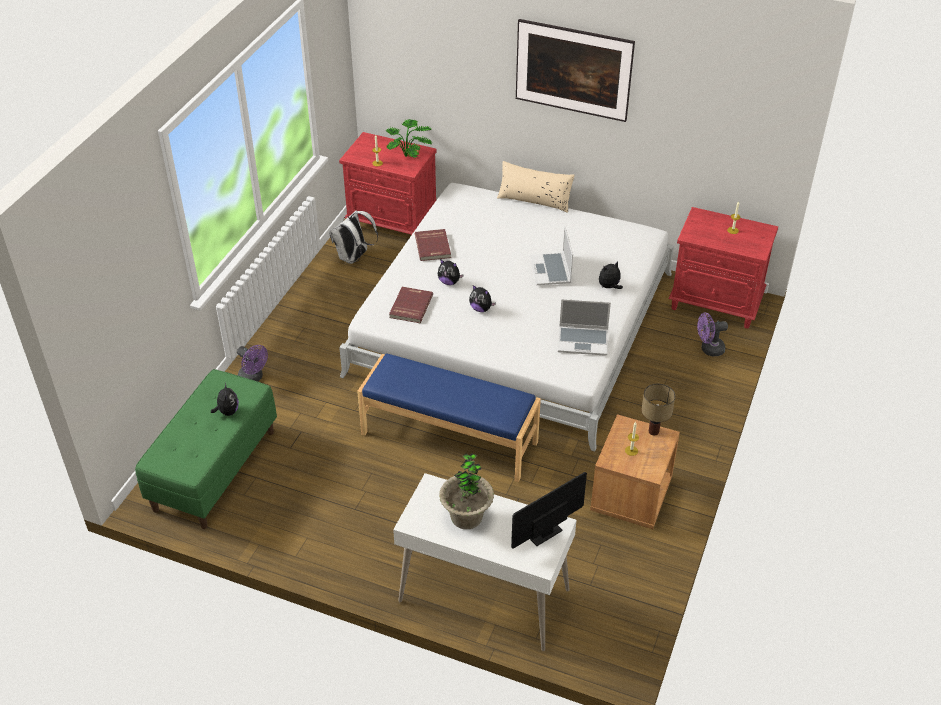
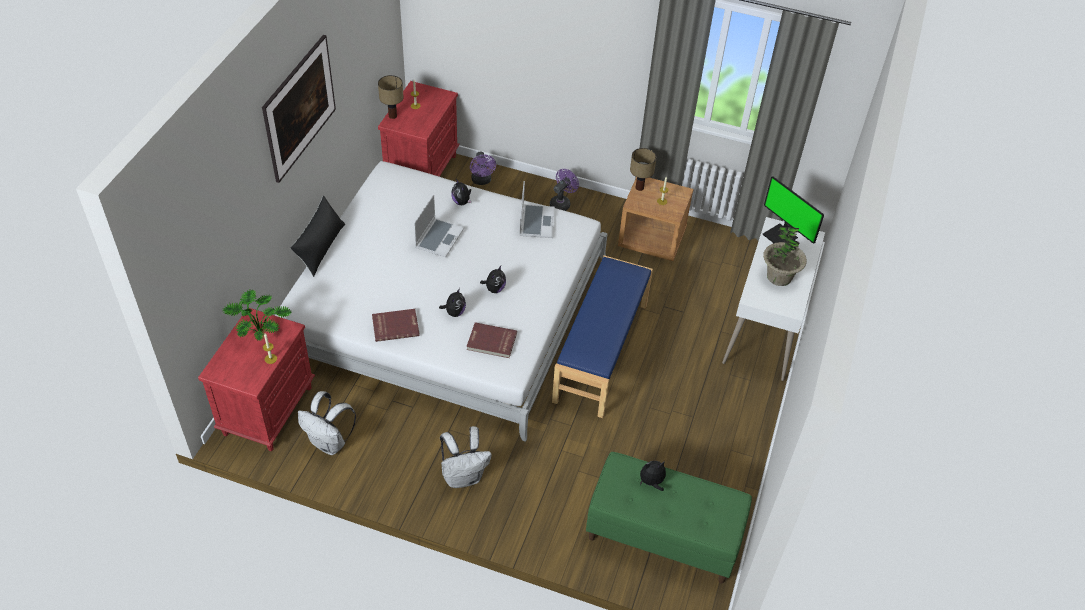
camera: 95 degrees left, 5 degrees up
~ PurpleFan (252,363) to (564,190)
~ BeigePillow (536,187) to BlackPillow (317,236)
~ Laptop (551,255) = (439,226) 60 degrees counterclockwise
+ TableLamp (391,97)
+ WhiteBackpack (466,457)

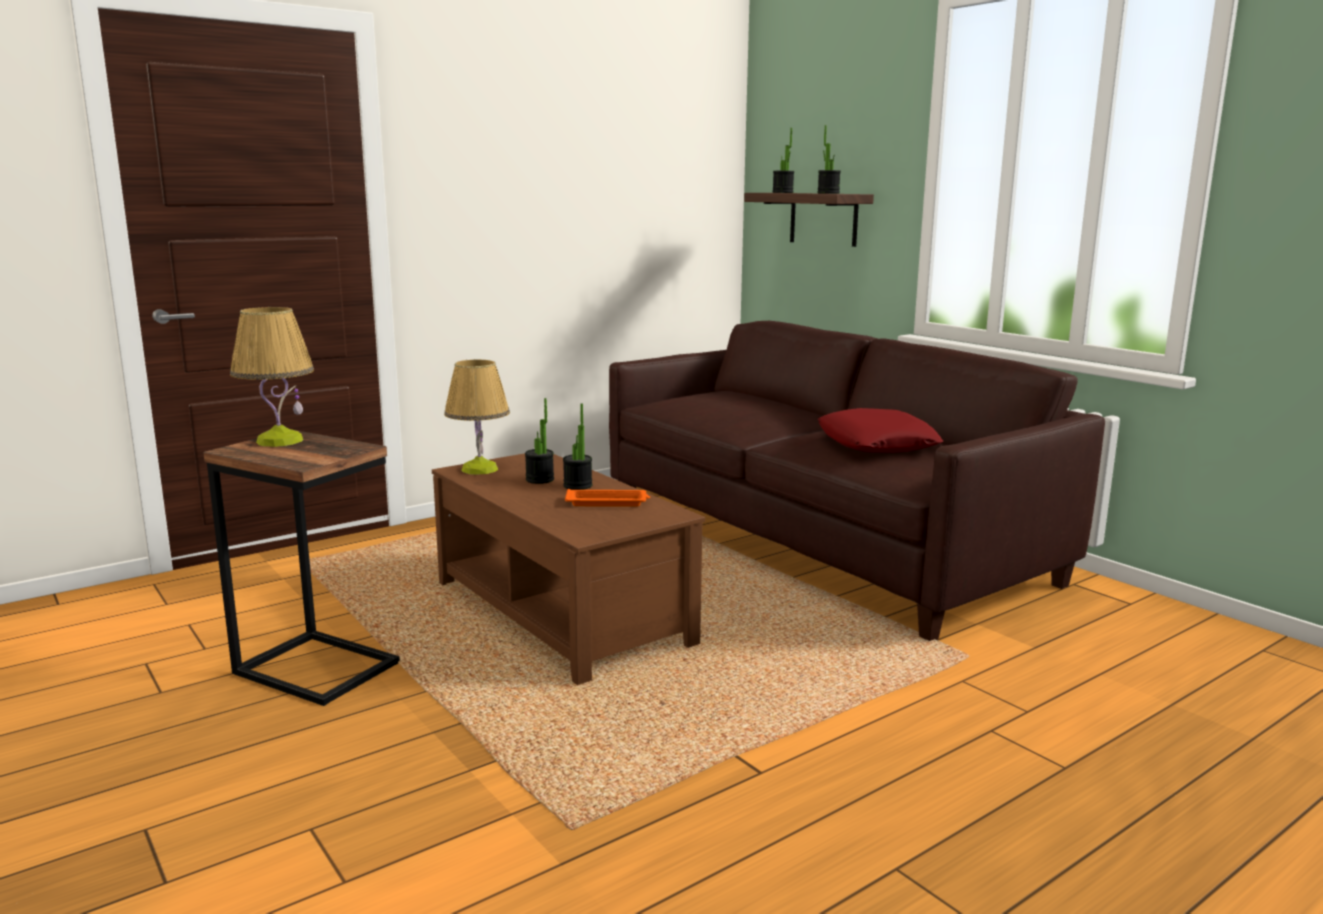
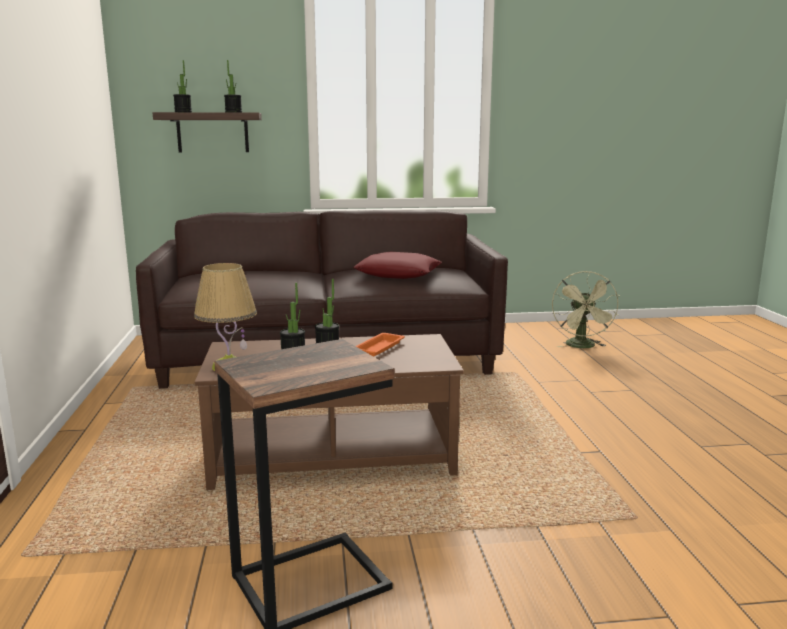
camera: 60 degrees left, 0 degrees up
- TableLamp (272,377)
+ GreenFan (586,309)

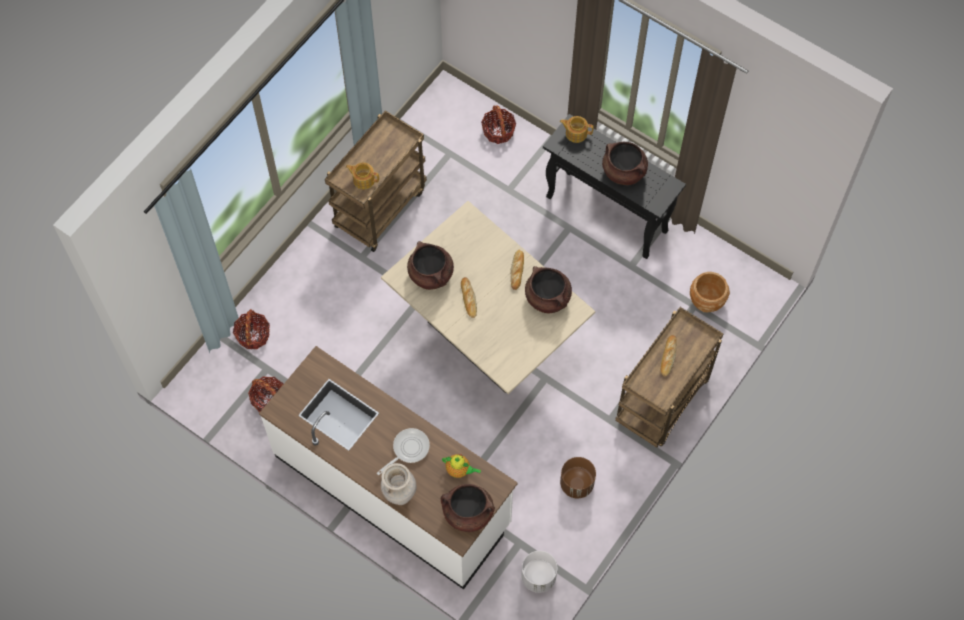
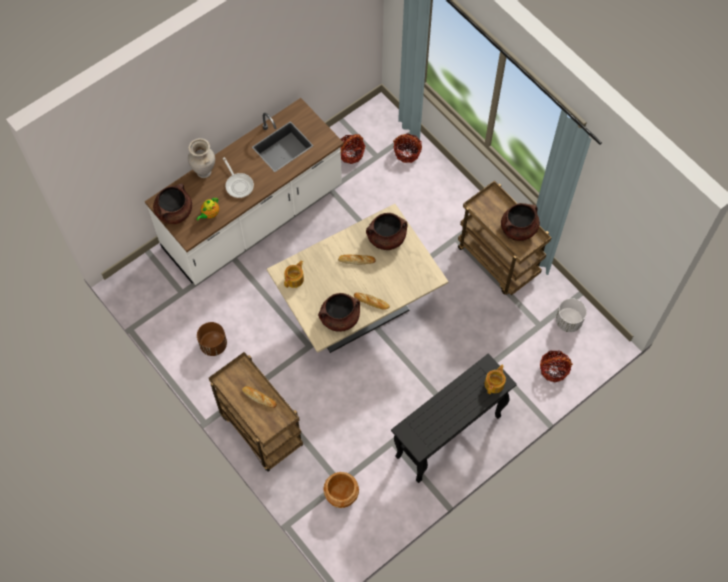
camera: 105 degrees right, 0 degrees up
~ Teapot (362,176) to (294,274)
~ WhitePlanter (539,572) to (571,315)
~ BrownCookingPot (625,163) to (520,222)

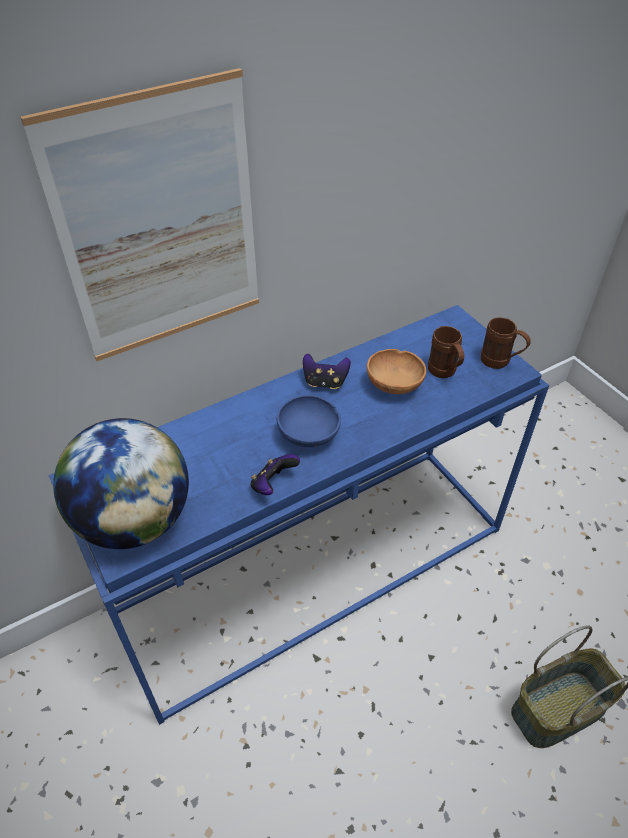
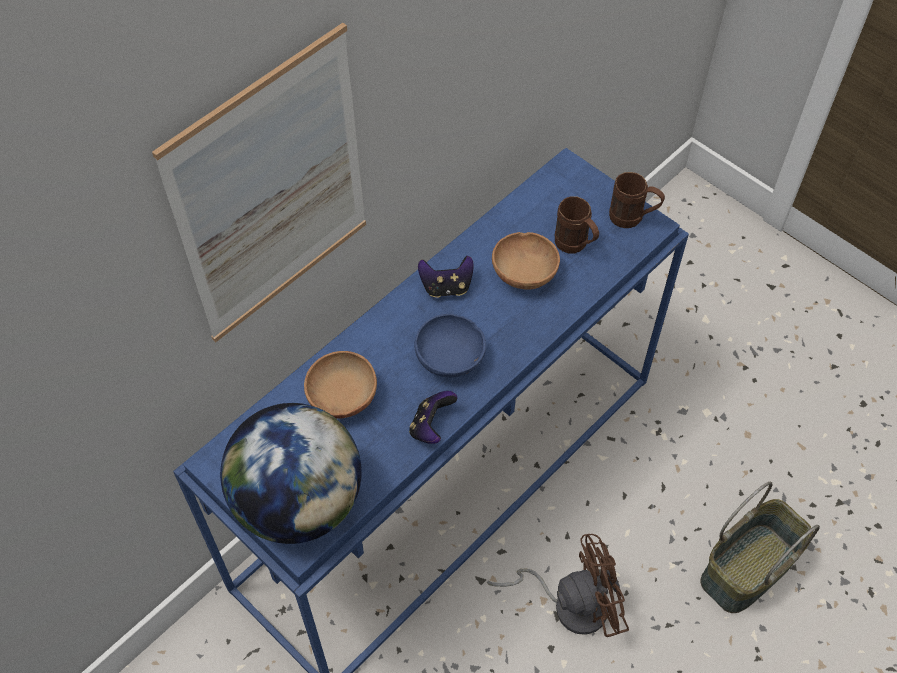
camera: 15 degrees left, 10 degrees up
+ BrownBowl (340,385)
+ BrownFan (558,585)

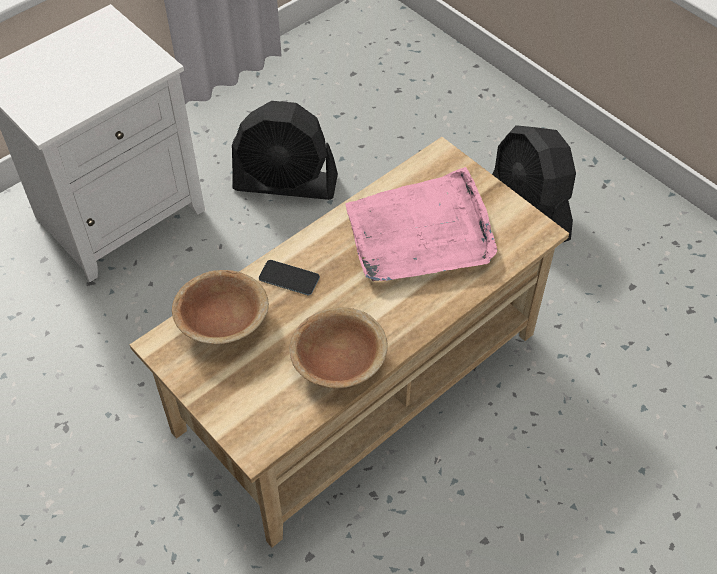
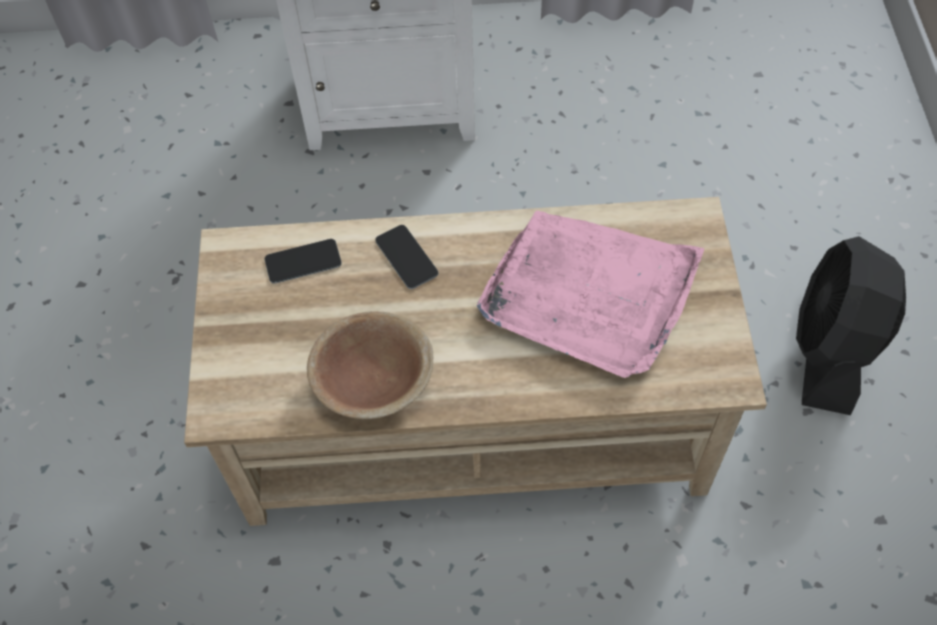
camera: 40 degrees right, 5 degrees up
~ BrownBowl (220,307) to Phone (303,261)
- BlackFan (285,150)

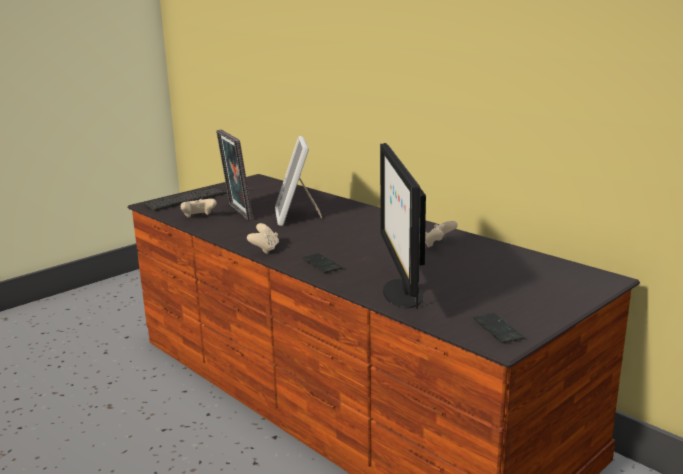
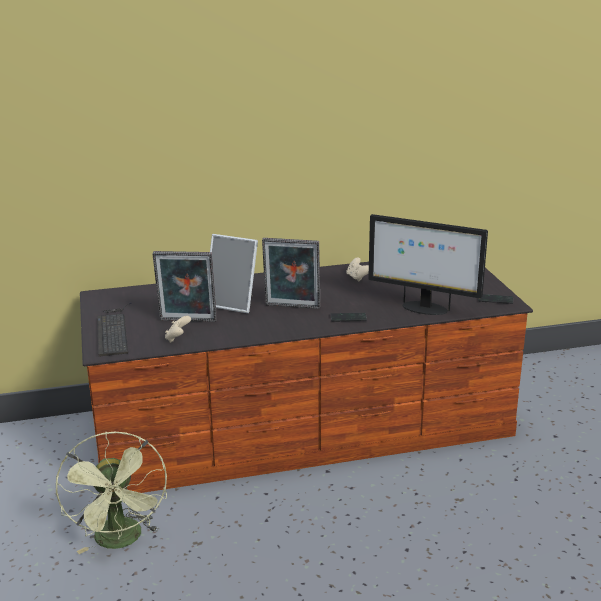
camera: 60 degrees left, 5 degrees up
- BeigeGameController (263,238)
+ GreenFan (111,493)
+ PictureFrame (291,273)

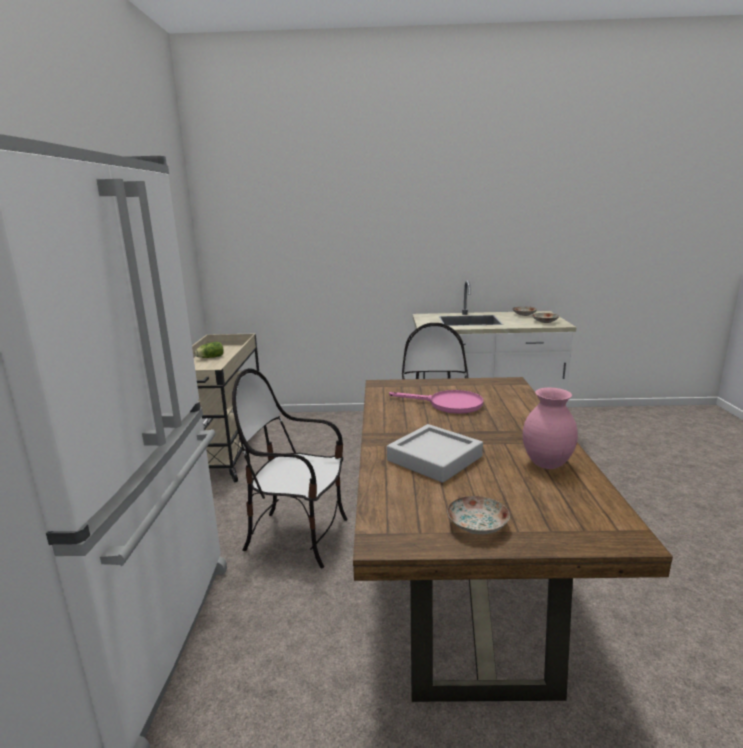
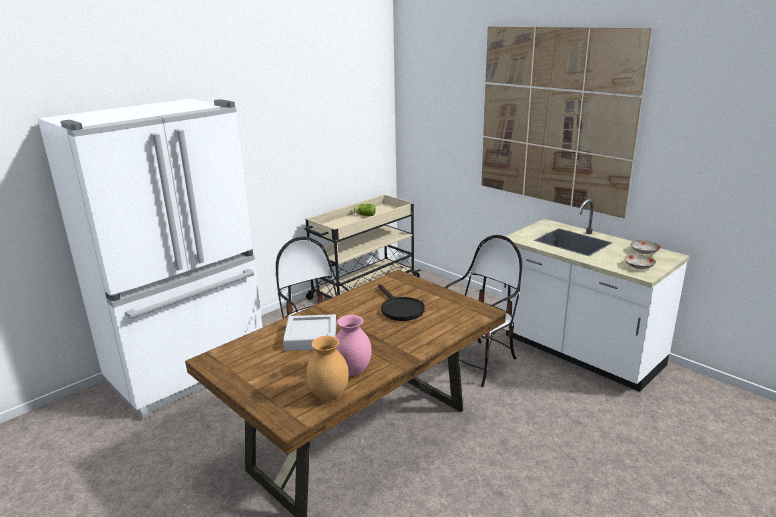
camera: 45 degrees right, 5 degrees up
~ PinkFryingPan (436,402) to BlackFryingPan (401,302)
- Plate (478,515)
+ BrownVase (327,368)
+ Picture (566,122)

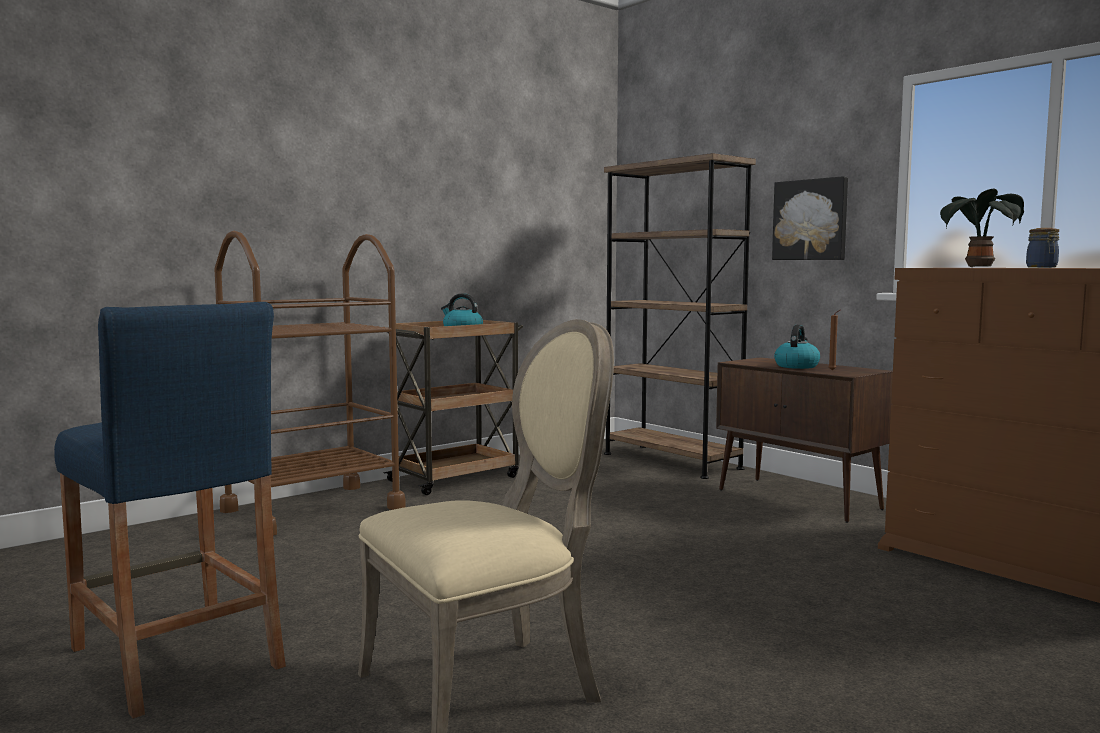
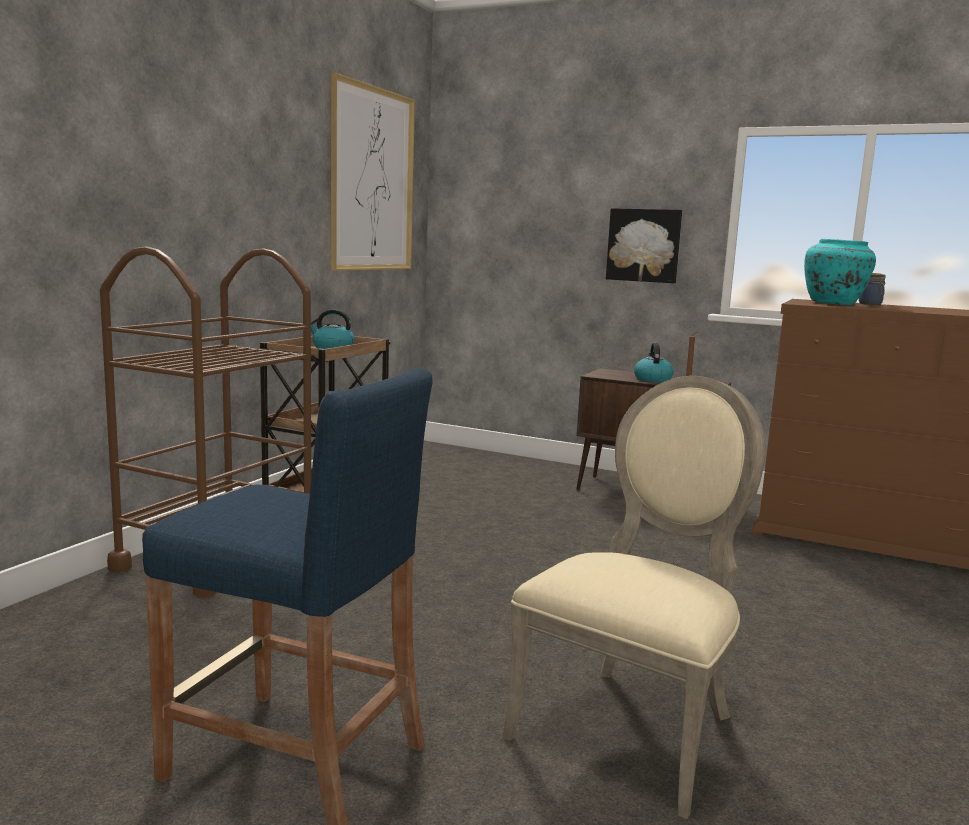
camera: 25 degrees left, 5 degrees up
- BrownBookcase (680,316)
~ PottedPlant (982,228) to TurquoiseVase (840,272)
+ Picture (373,172)

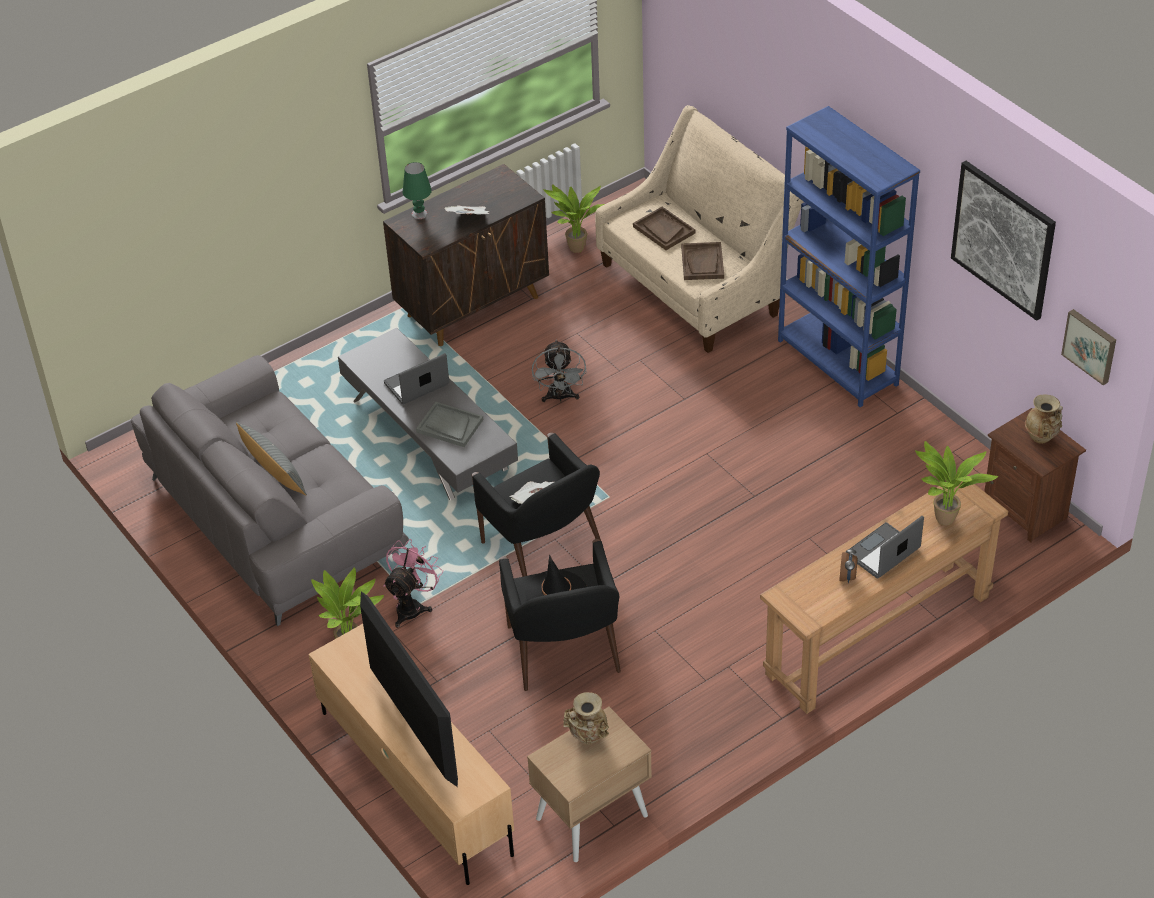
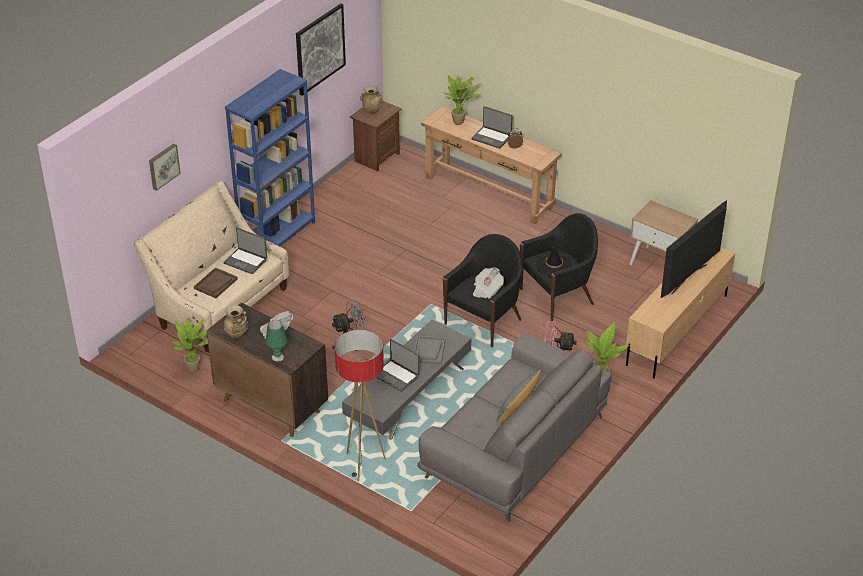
camera: 110 degrees left, 5 degrees down
~ BeigeVase (586,718) to (236,322)
~ BrownTray (702,261) to Laptop (245,251)
~ Picture (1088,347) to (165,167)
+ FloorLamp (360,406)

